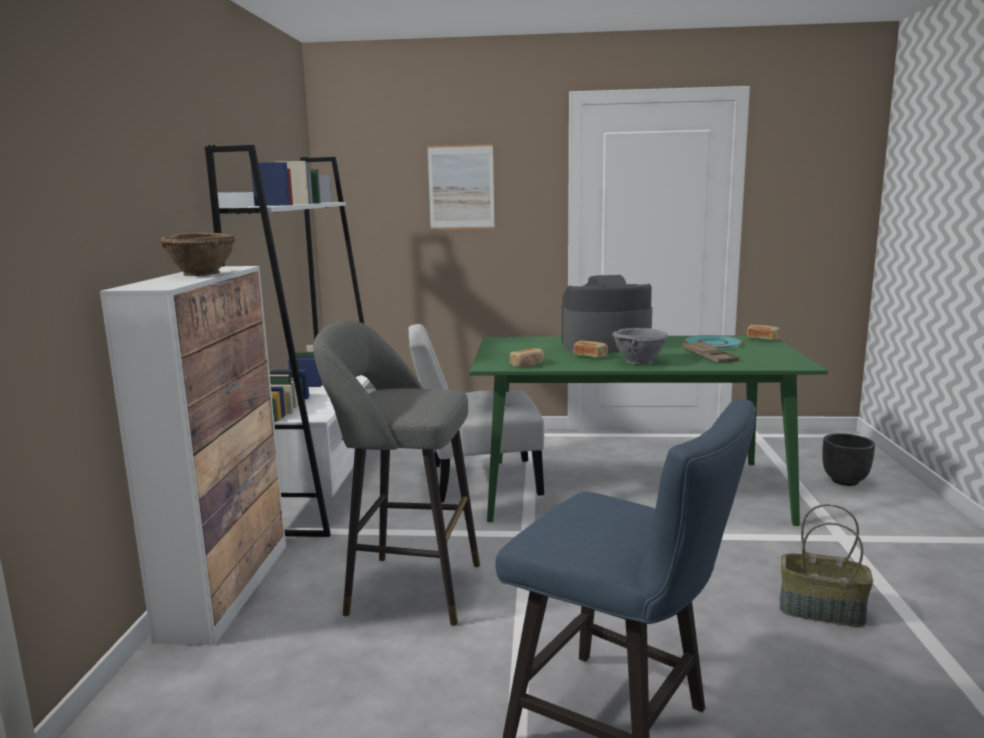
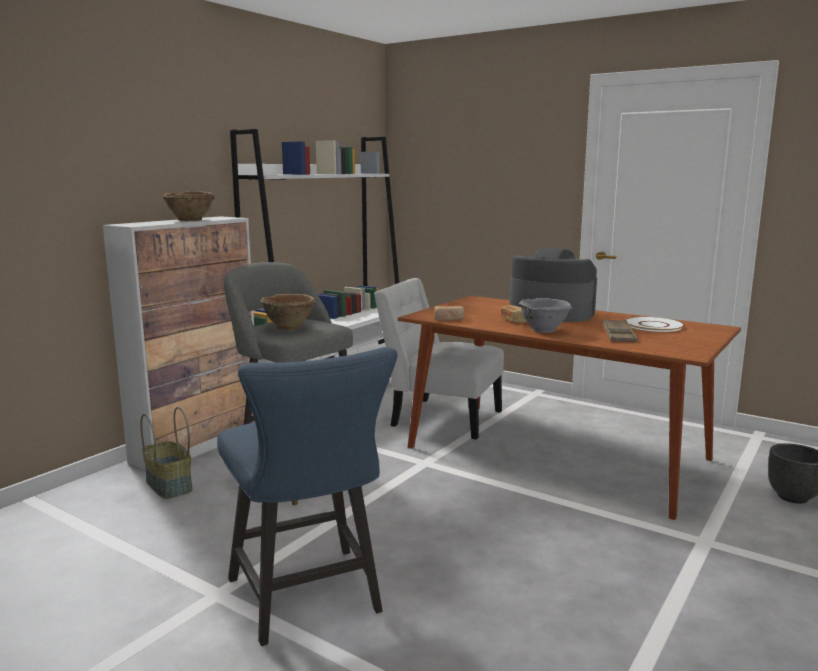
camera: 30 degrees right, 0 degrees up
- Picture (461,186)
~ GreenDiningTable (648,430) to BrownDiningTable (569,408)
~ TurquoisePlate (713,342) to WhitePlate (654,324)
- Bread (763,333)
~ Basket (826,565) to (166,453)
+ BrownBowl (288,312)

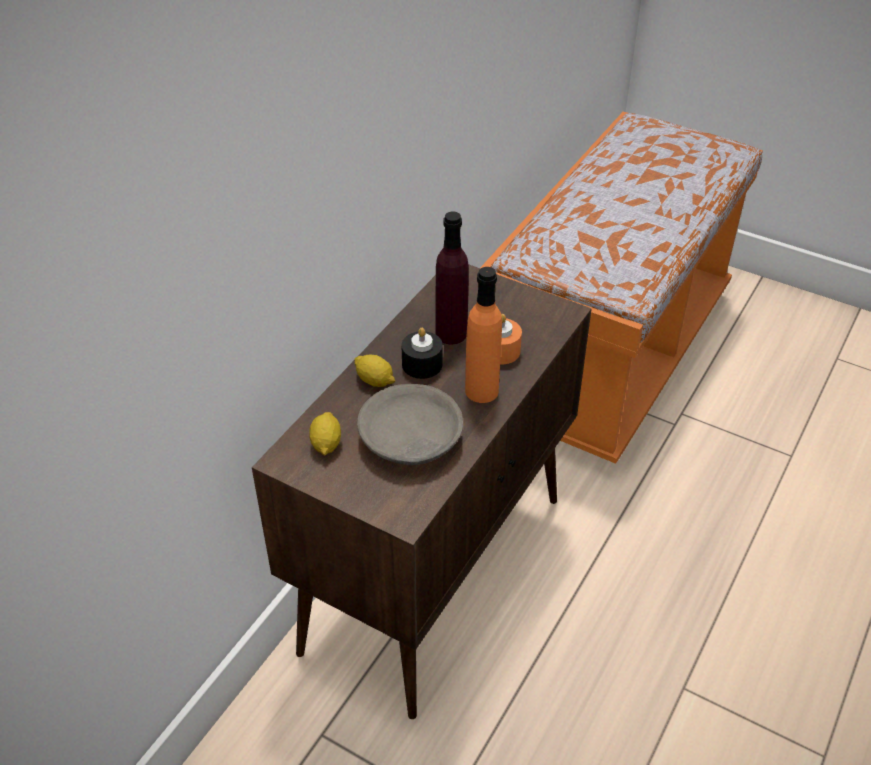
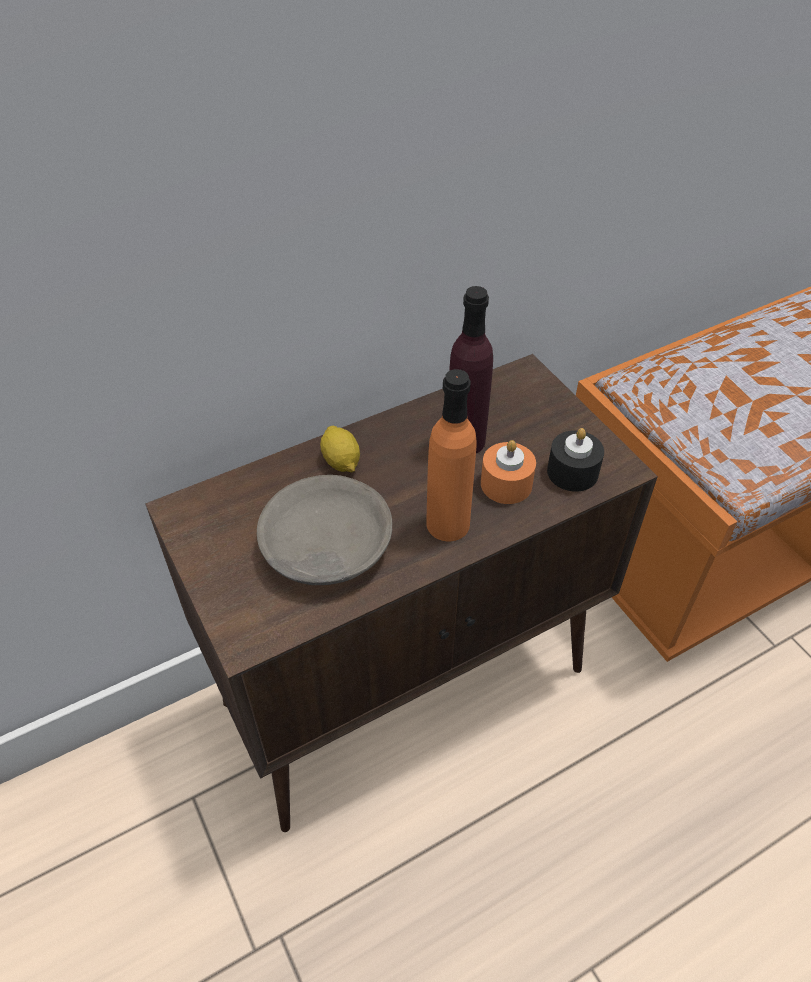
camera: 30 degrees right, 5 degrees up
- Lemon (325,434)
~ BlackCandle (422,353) to (575,460)

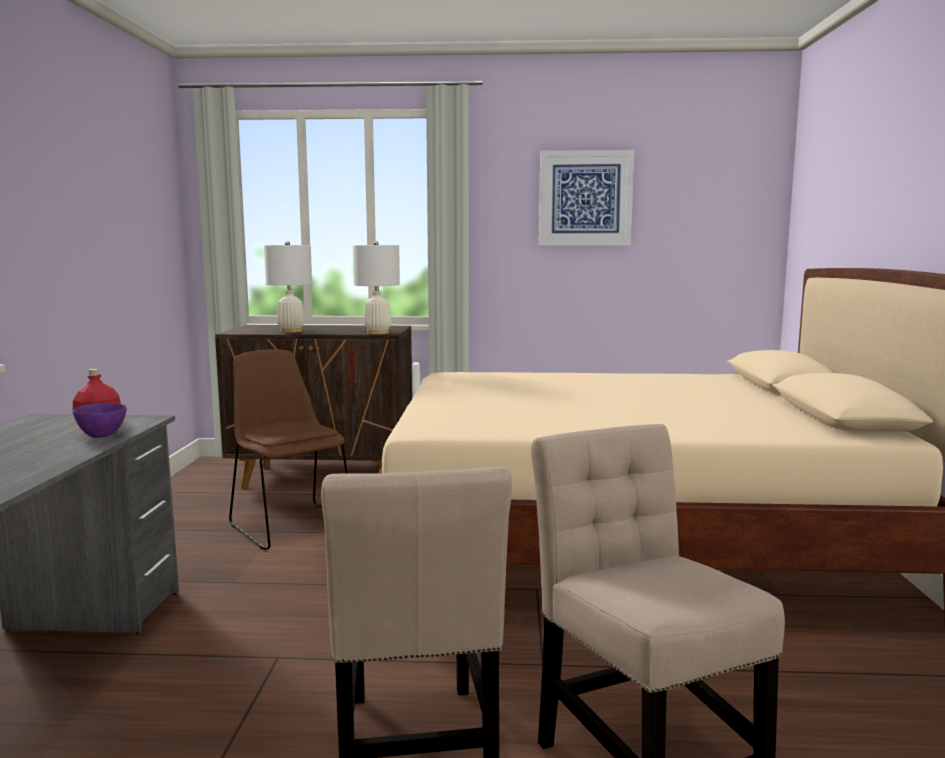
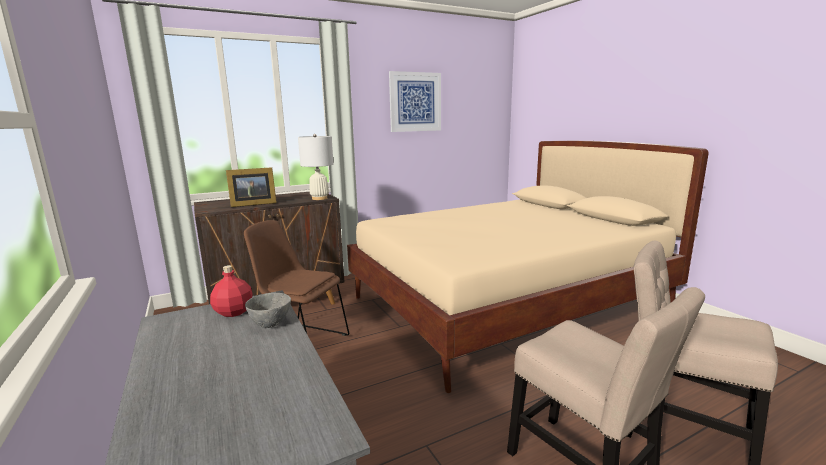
camera: 30 degrees left, 5 degrees up
~ PurpleBowl (100,420) to GreyBowl (268,310)
~ WhiteTableLamp (288,287) to PictureFrame (251,187)

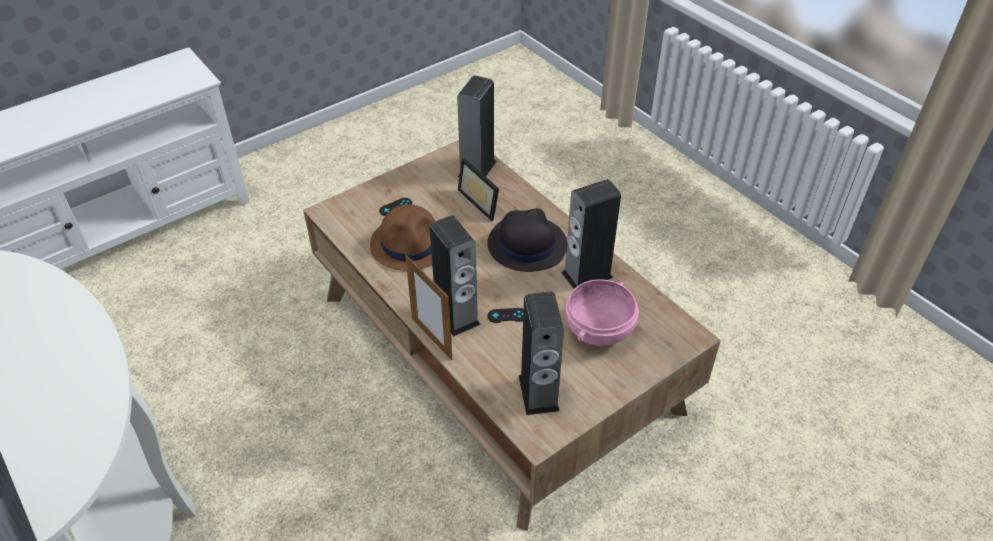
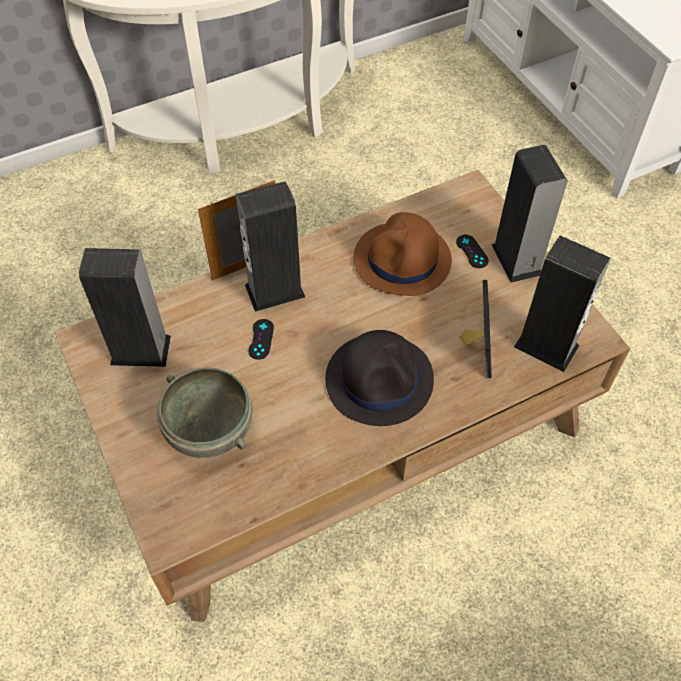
camera: 100 degrees right, 10 degrees up
~ PictureFrame (478,189) = (475,329) 120 degrees clockwise
~ Speaker (591,234) to (530,214)
~ PinkBowl (602,312) to GreyBowl (204,412)

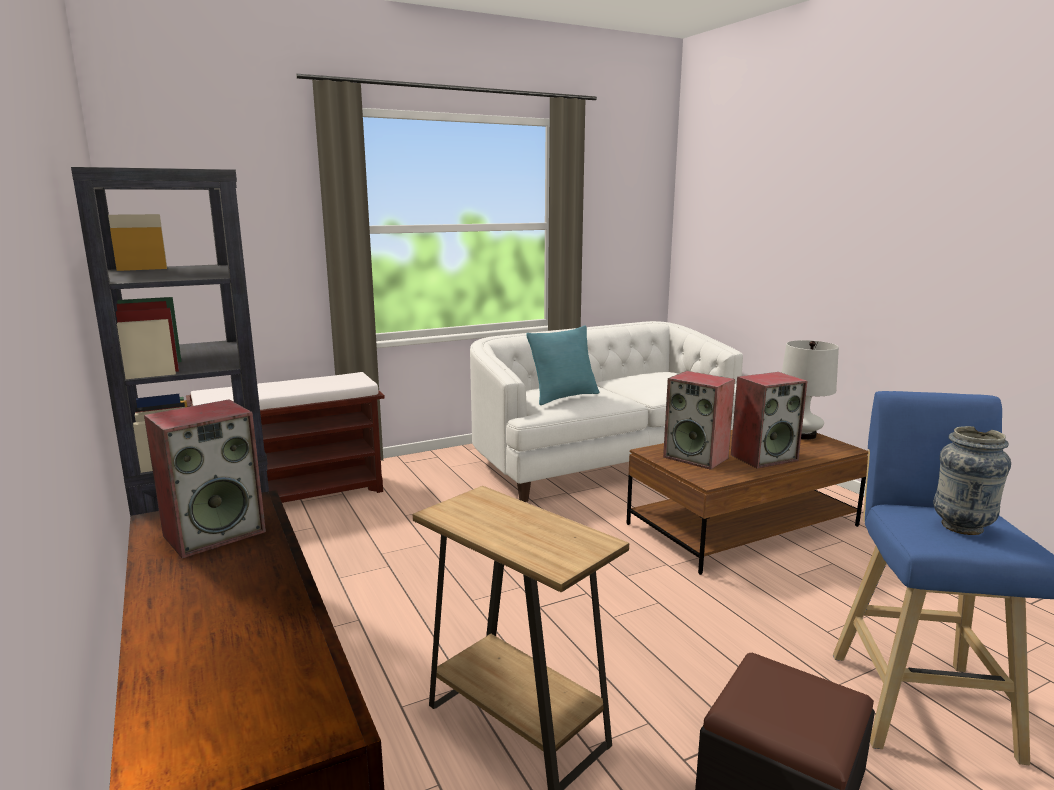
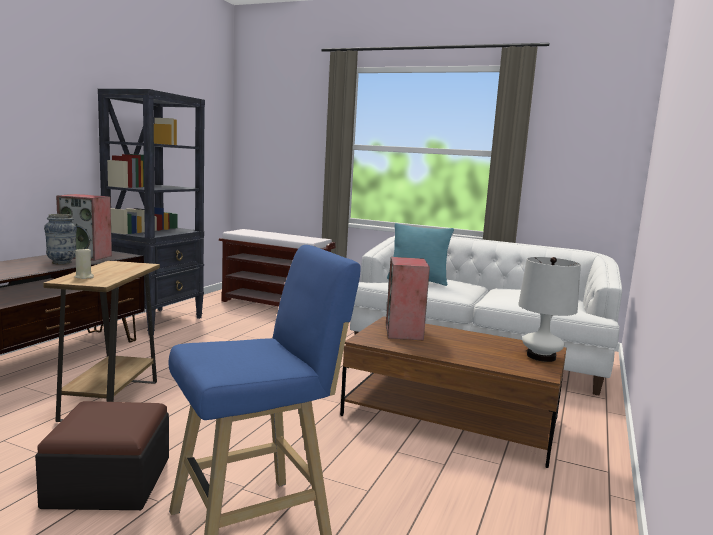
camera: 50 degrees right, 5 degrees down
- Speaker (769,420)
~ Vase (972,480) to (60,239)
+ BeigeCandle (84,263)

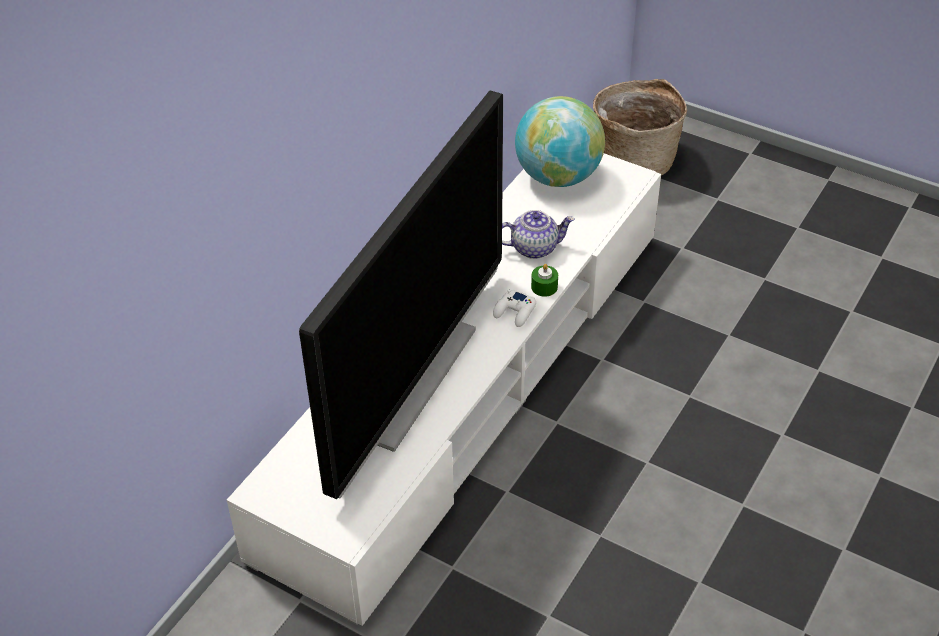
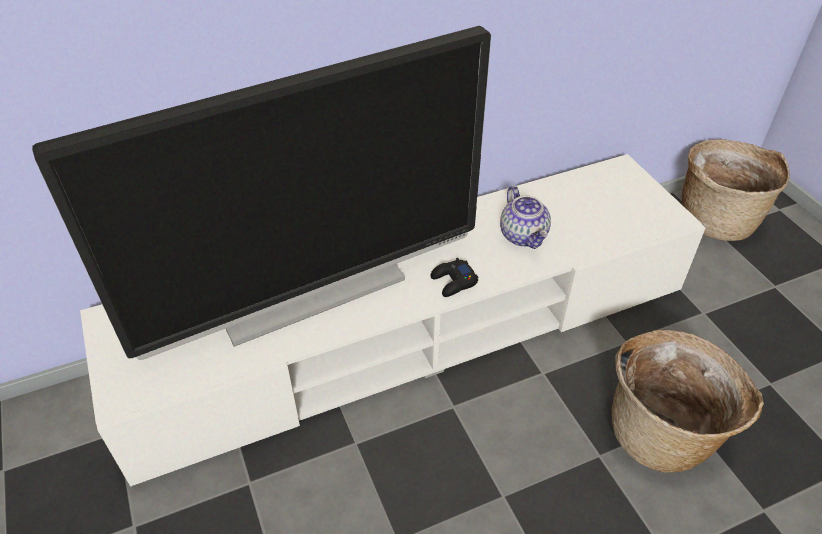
camera: 35 degrees right, 0 degrees up
~ WhiteGameController (514,308) to BlackGameController (454,277)
~ Teapot (538,234) = (525,217) 45 degrees clockwise
- Globe (560,141)
- GreenCandle (544,280)
+ Basket (687,401)

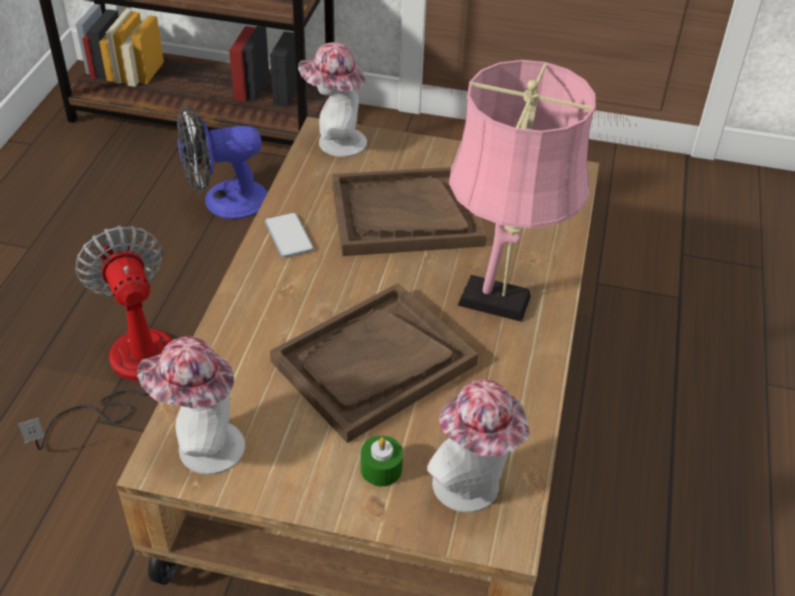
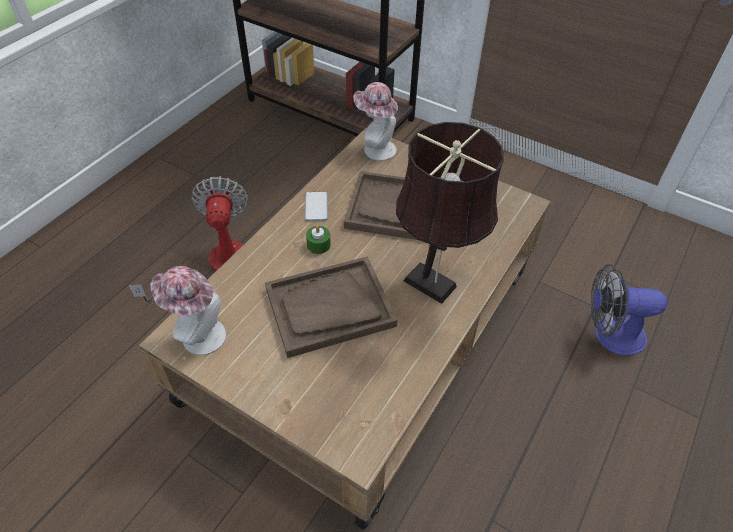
camera: 20 degrees right, 5 degrees up
~ Fan (222,162) to (629,310)
~ GreenCandle (382,461) to (318,239)
- Hat (478,446)
~ PinkTableLamp (522,191) to BrownTableLamp (450,213)

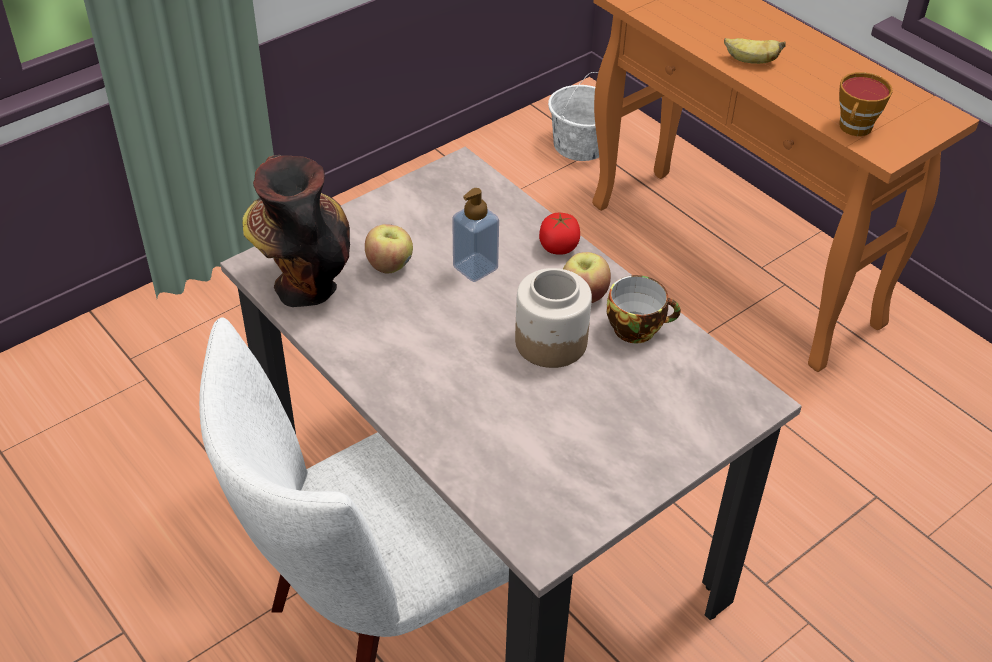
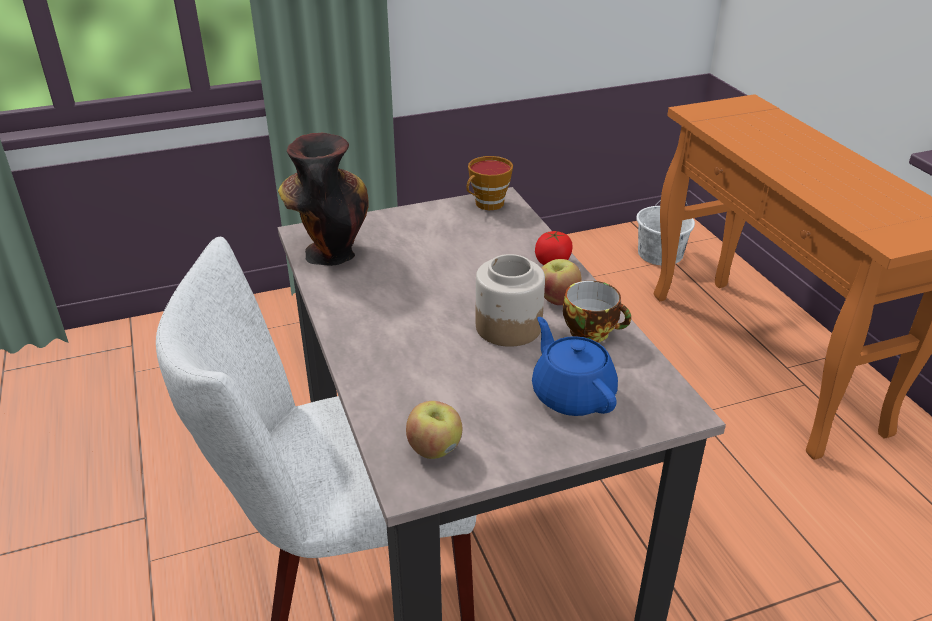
camera: 20 degrees right, 10 degrees down
~ Apple (389,248) to (434,430)
- SoapDispenser (475,235)
- Banana (755,51)
~ Cup (866,104) to (489,183)
+ BlueTeapot (575,366)

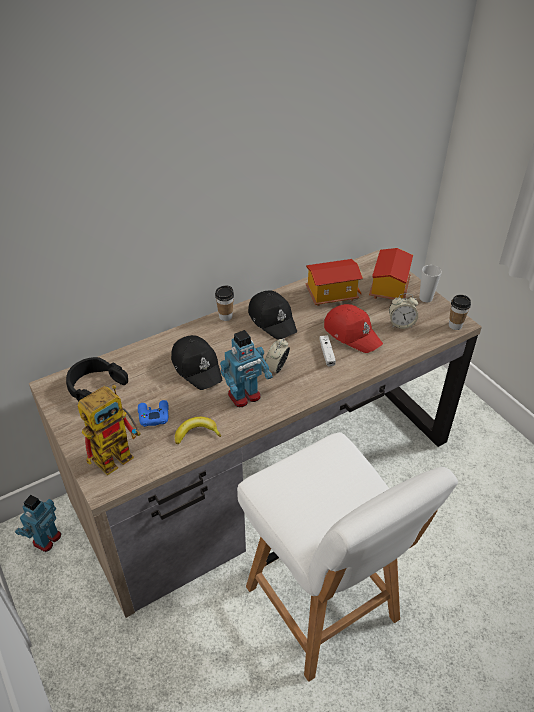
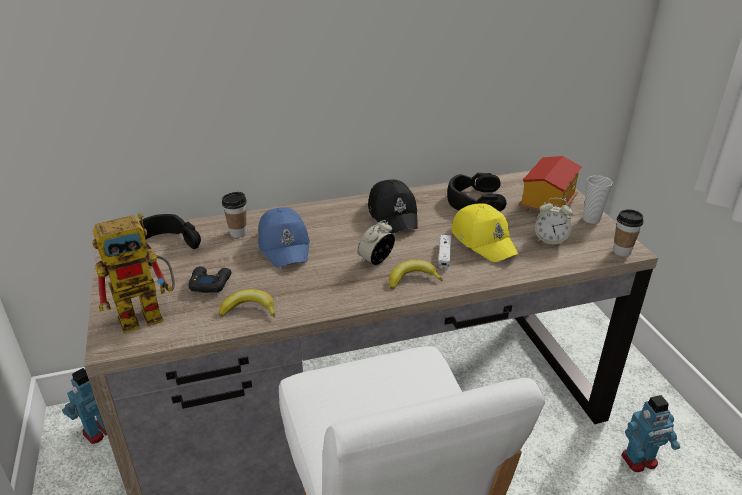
camera: 15 degrees right, 10 degrees down
~ BlueGameController (153,413) to BlackGameController (209,279)
~ BlackCap (197,362) to BlueCap (284,238)
~ Cup (224,303) to (234,215)
~ ToyRobot (246,368) to (650,433)
~ ToyHouse (334,282) to BlackHeadphones (477,192)
~ RedCap (353,328) to YellowCap (484,232)
+ Banana (416,274)

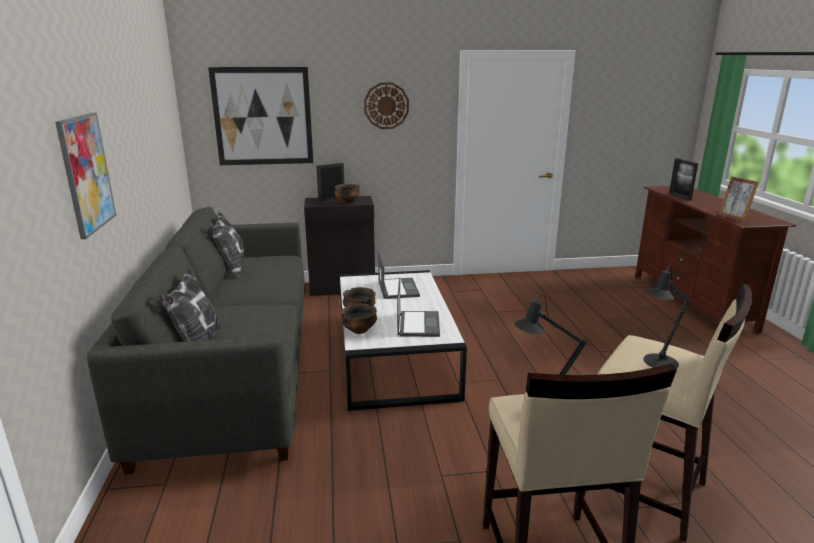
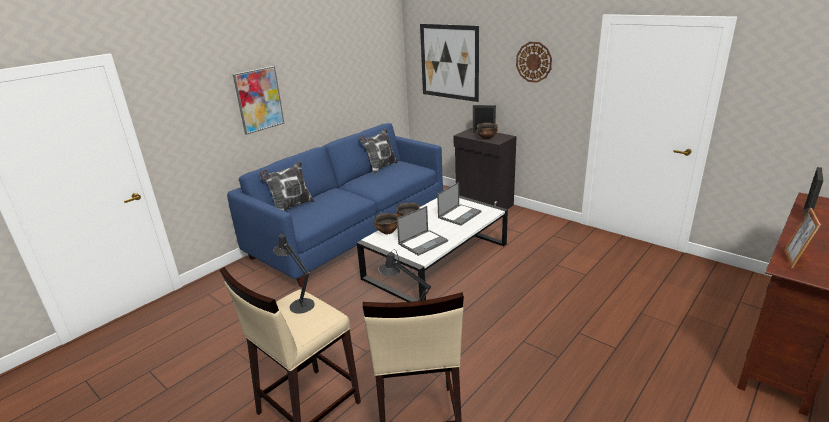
camera: 50 degrees right, 5 degrees up
~ GreySofa (196,341) to BlueSofa (335,205)

